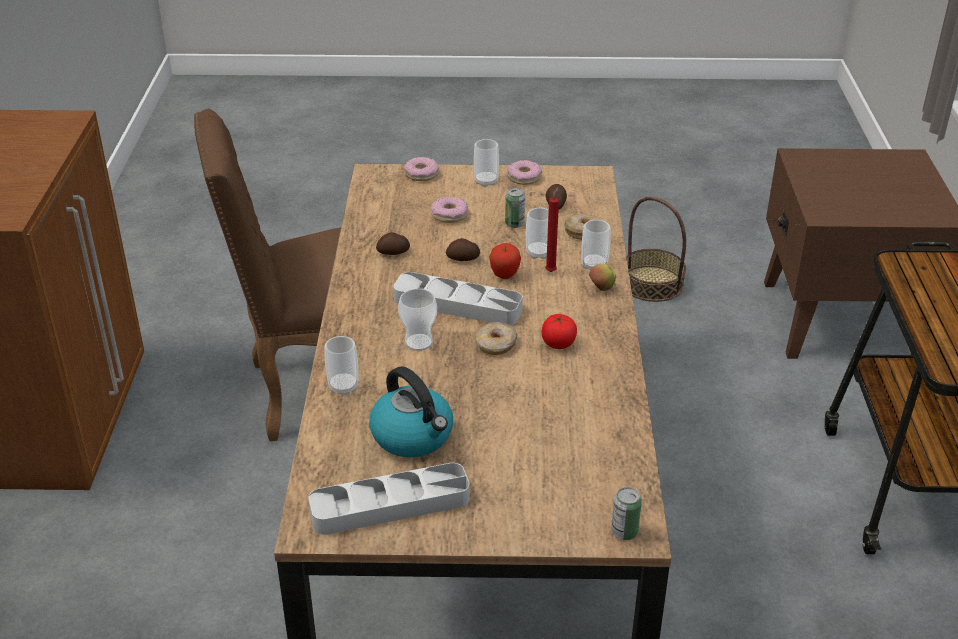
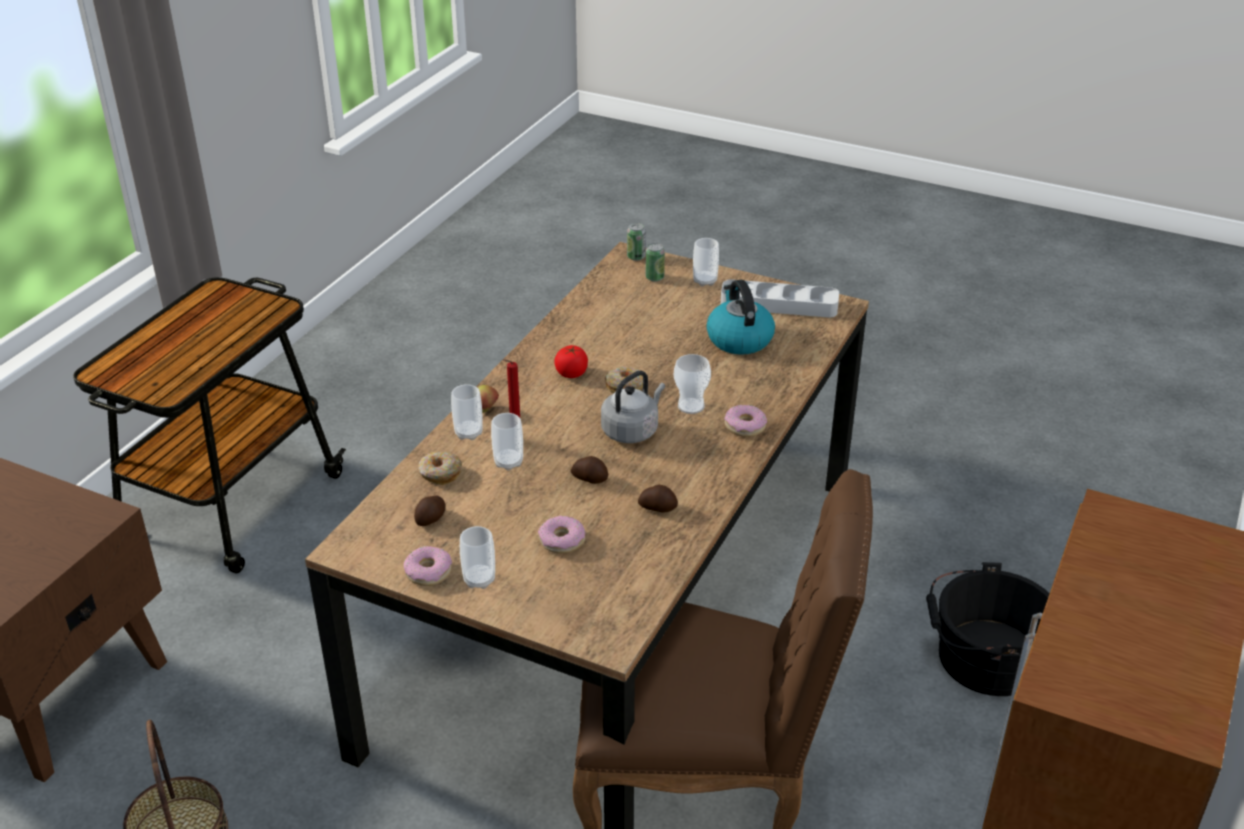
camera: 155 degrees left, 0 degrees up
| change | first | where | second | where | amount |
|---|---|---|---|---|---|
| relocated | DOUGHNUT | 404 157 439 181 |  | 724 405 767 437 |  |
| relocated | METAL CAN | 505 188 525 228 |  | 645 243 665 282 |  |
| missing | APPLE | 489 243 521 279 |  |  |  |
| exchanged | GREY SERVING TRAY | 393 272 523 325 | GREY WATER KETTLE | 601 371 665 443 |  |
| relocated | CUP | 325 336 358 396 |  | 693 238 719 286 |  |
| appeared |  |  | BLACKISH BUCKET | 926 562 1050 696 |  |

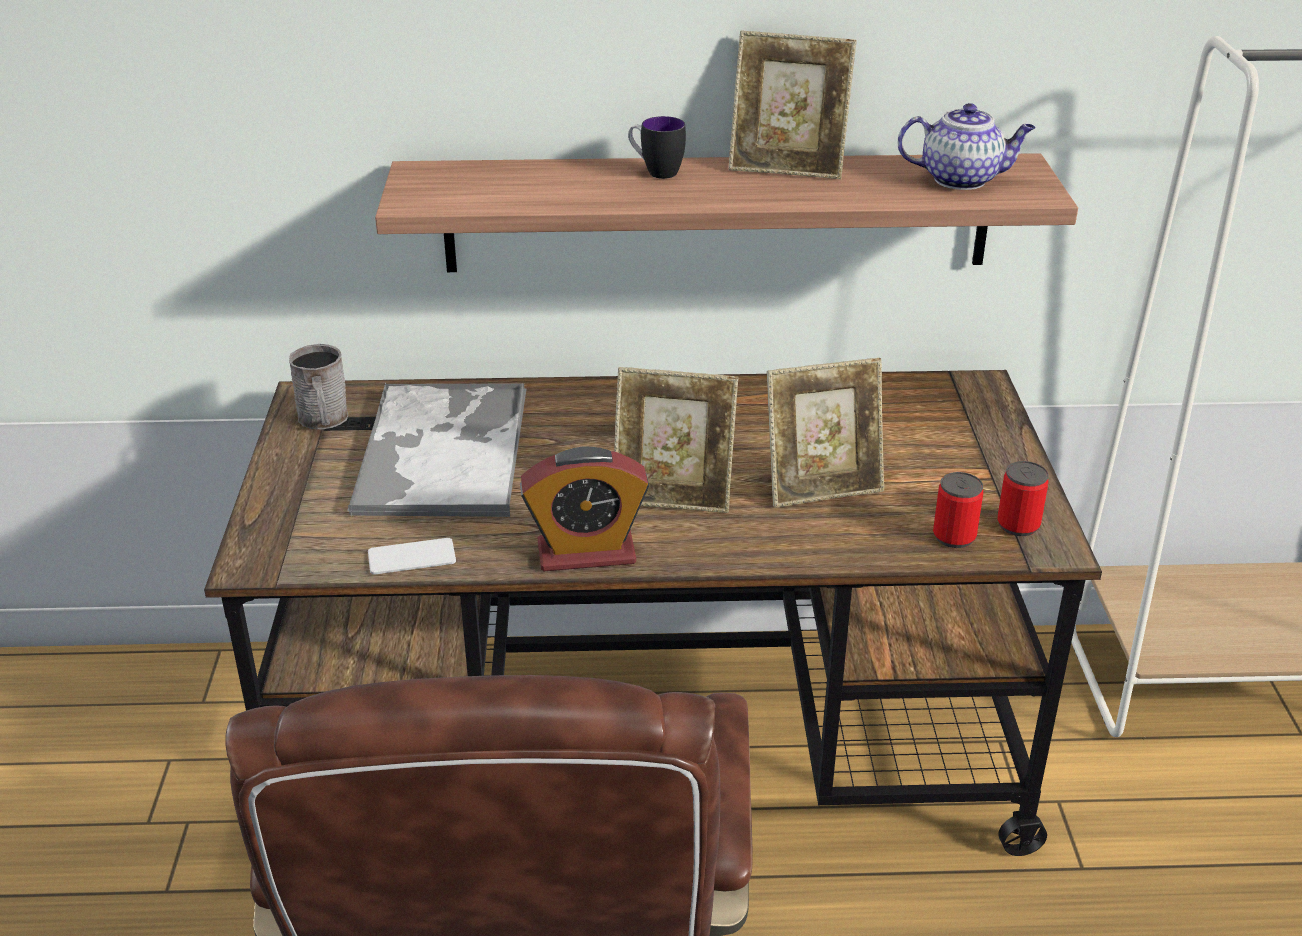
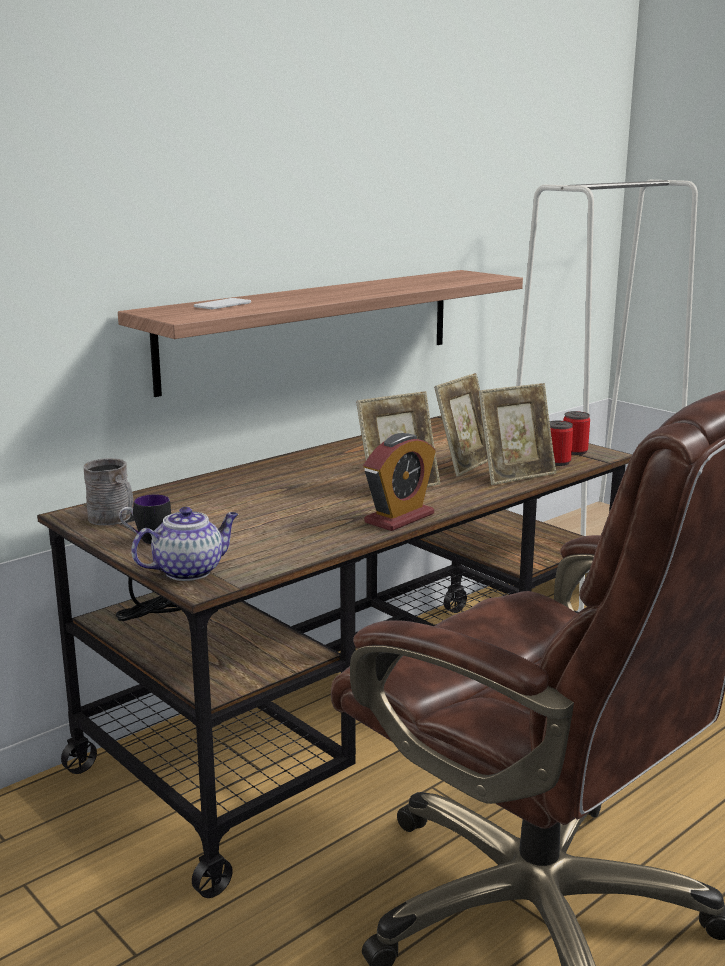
camera: 40 degrees left, 15 degrees down
| change | first | where | second | where | amount |
|---|---|---|---|---|---|
| relocated | PICTURE FRAME | 728 30 857 179 |  | 478 383 556 485 |  |
| relocated | POT FOR TEA | 898 103 1036 190 |  | 131 507 238 581 |  |
| relocated | MUG | 628 116 686 179 |  | 119 495 171 544 |  |
| missing | SERVING TRAY | 347 382 527 517 |  |  |  |
| relocated | HANDSET | 368 538 456 575 |  | 194 298 251 309 |  |

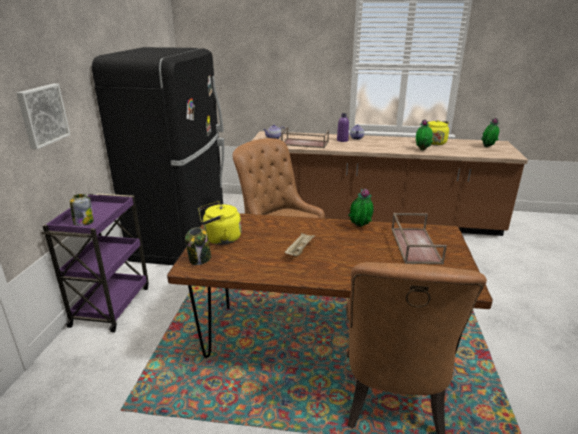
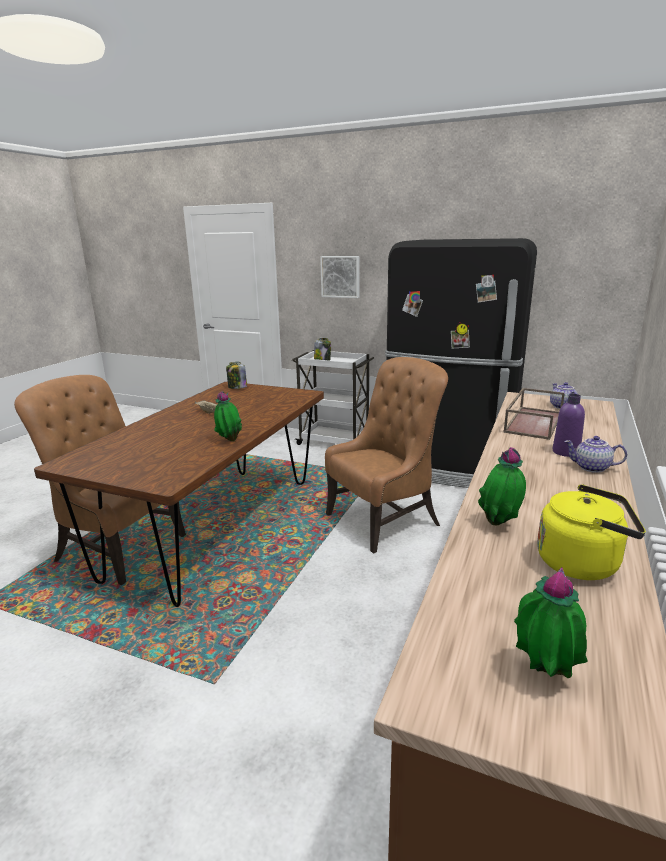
camera: 105 degrees right, 5 degrees down
| change | first | where | second | where | amount |
|---|---|---|---|---|---|
| colour | PURPLE-COLOURED TROLLEY | 41 193 149 332 | WHITE-COLOURED TROLLEY | 292 350 374 445 |  |
| missing | YELLOW-COLOURED WATER KETTLE | 198 201 241 245 |  |  |  |
| missing | BROWN SERVING TRAY | 392 213 447 265 |  |  |  |

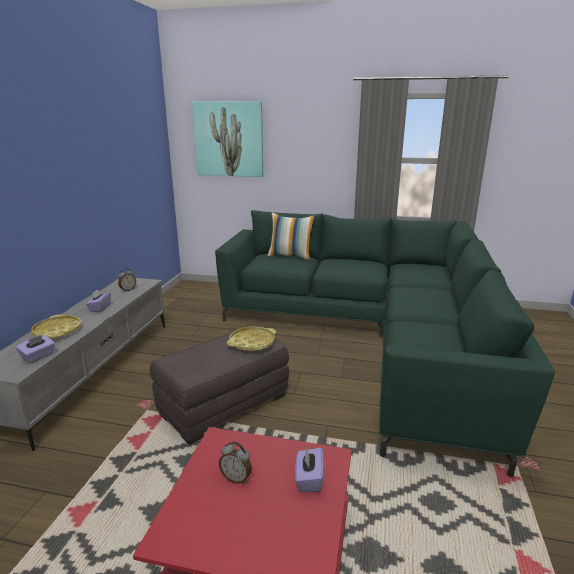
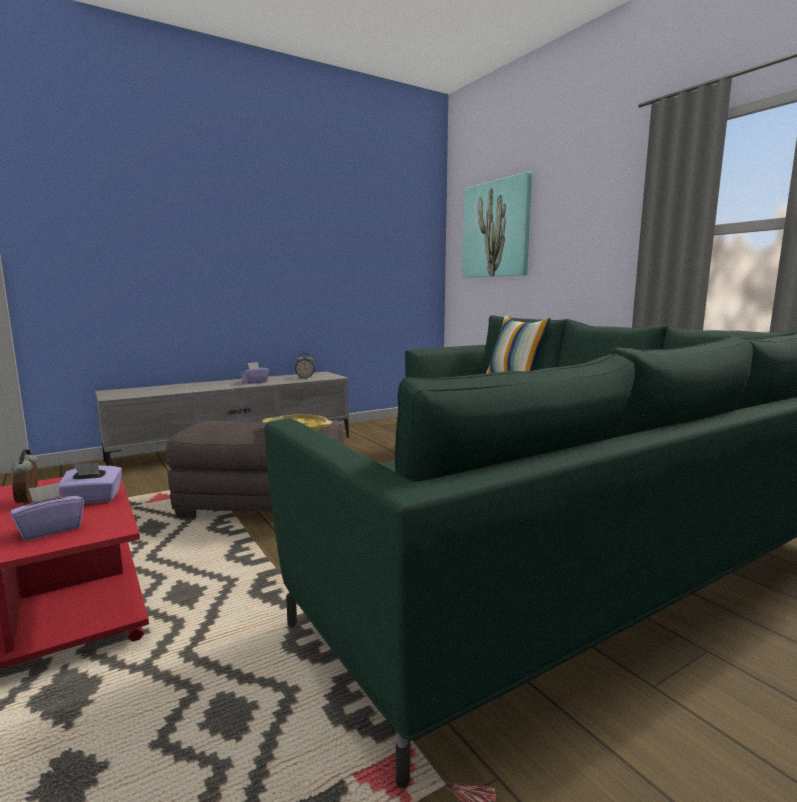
camera: 45 degrees right, 10 degrees down
| change | first | where | second | where | amount |
|---|---|---|---|---|---|
| missing | YELLOW-COLOURED SERVING TRAY | 31 314 81 338 |  |  |  |
| relocated | PURPLE-COLOURED BOX OF TISSUES | 16 335 55 363 |  | 59 463 122 504 |  |

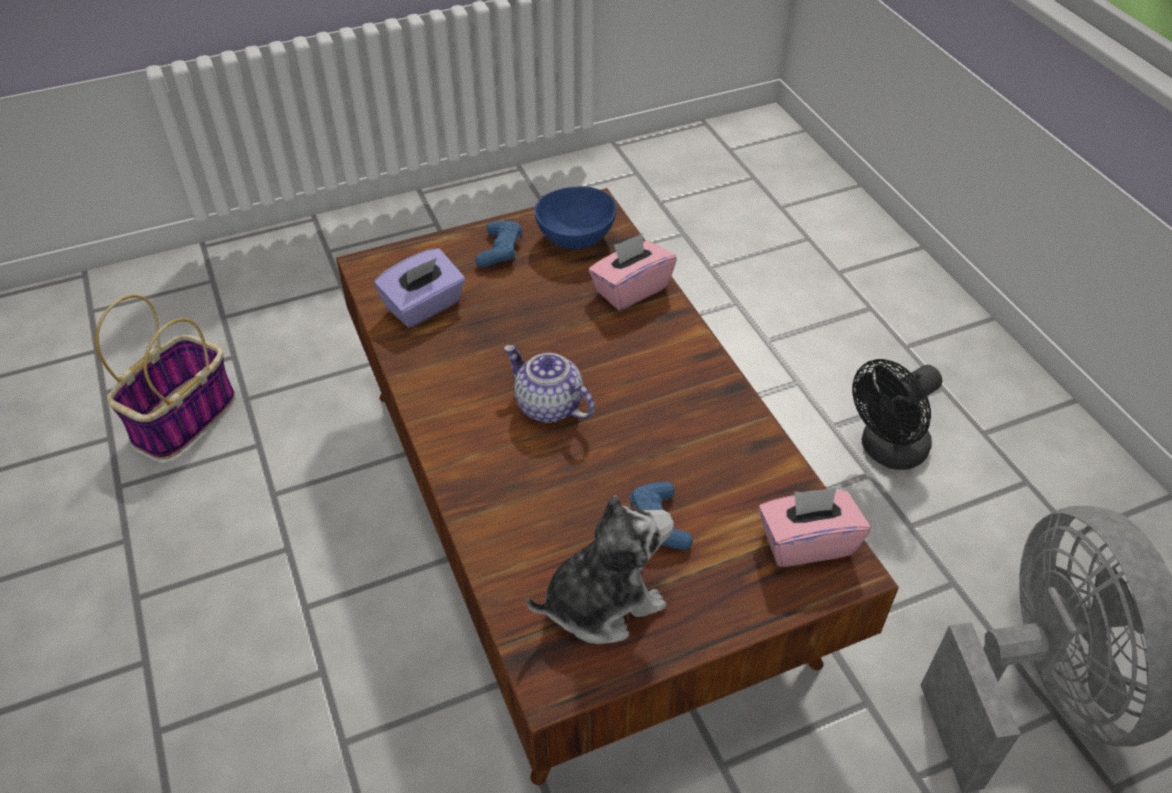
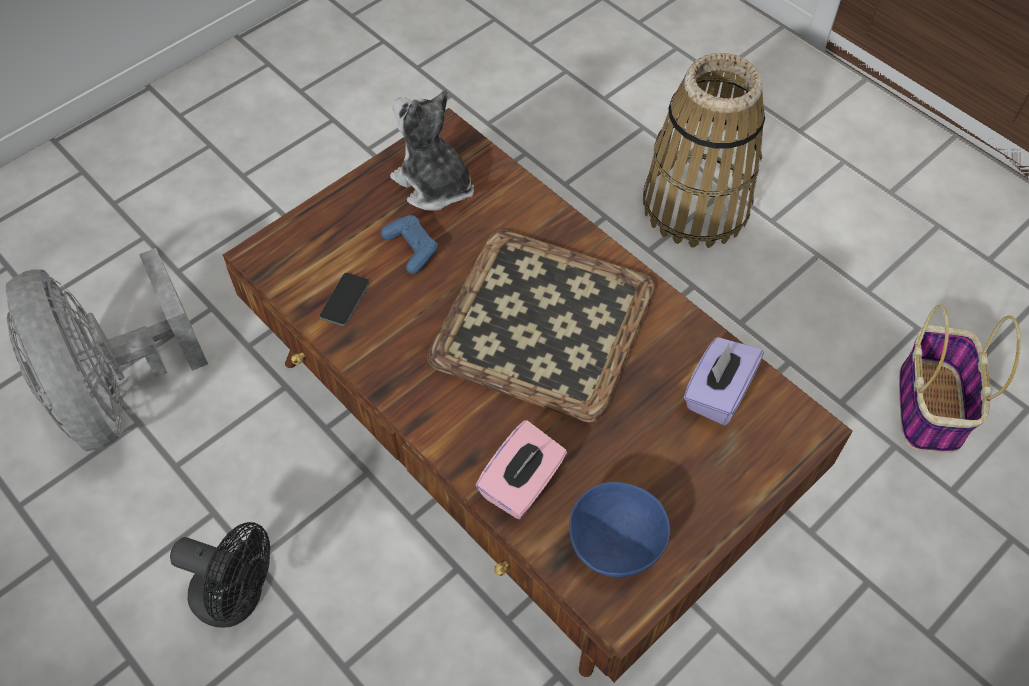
camera: 160 degrees right, 10 degrees up
| change | first | where | second | where | amount |
|---|---|---|---|---|---|
| missing | BLUE-COLOURED JOYPAD | 475 221 522 267 |  |  |  |
| exchanged | POT FOR TEA | 504 345 595 423 | SERVING TRAY | 427 230 656 423 |  |
| spun | BLACKISH ELECTRIC FAN | 852 359 942 470 |  | 170 522 270 628 | 75 degrees clockwise |
| missing | PINKISH BOX OF TISSUES | 758 488 870 567 |  |  |  |
| spun | CUDDLY TOY | 527 495 674 644 |  | 390 90 474 211 | 90 degrees clockwise |
| appeared |  |  | BASKET | 643 53 765 248 |  |
| appeared |  |  | HANDSET | 319 273 370 326 |  |

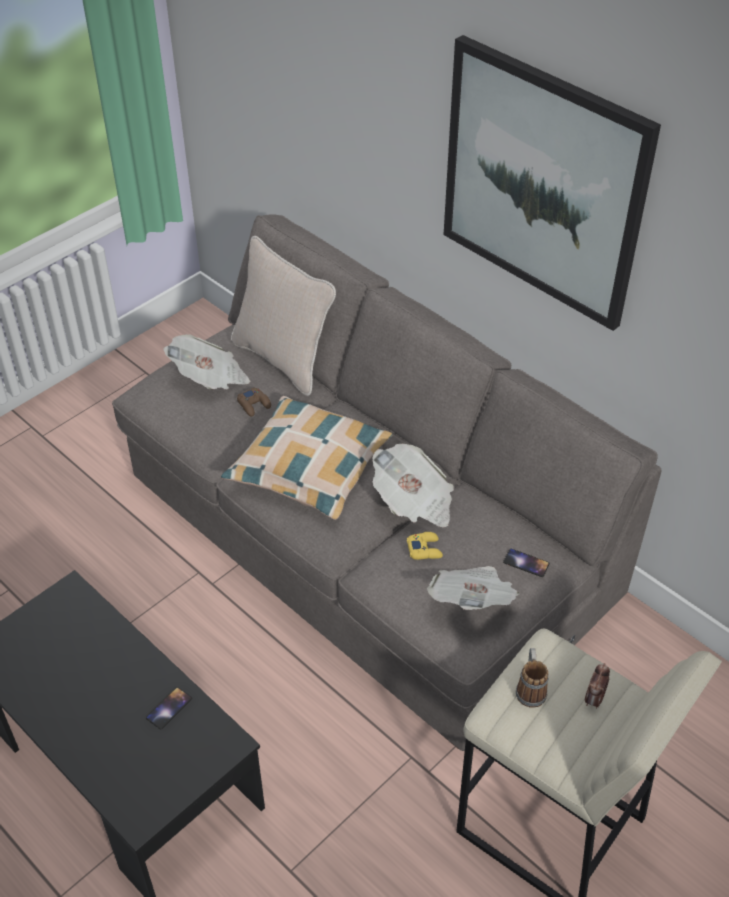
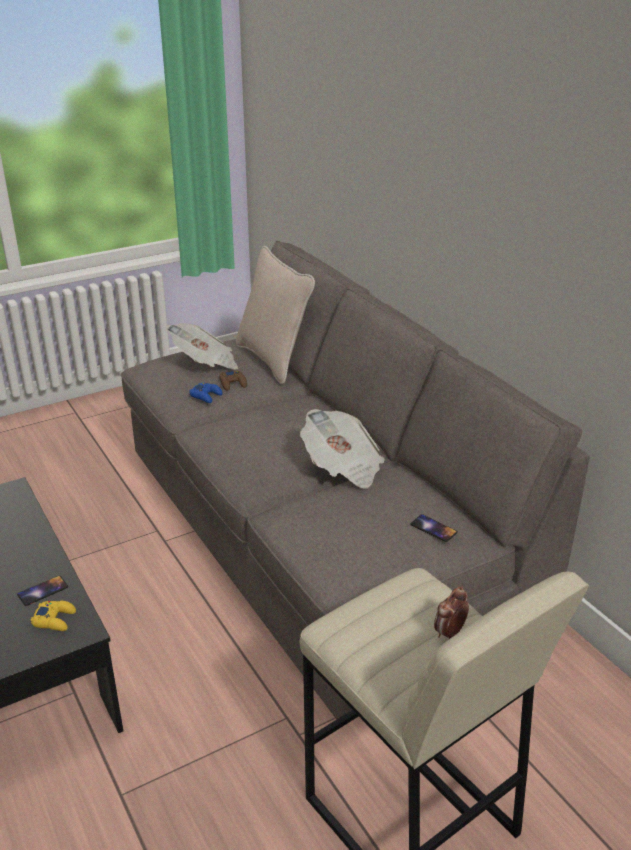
camera: 15 degrees right, 15 degrees down
| change | first | where | second | where | amount |
|---|---|---|---|---|---|
| missing | WALL PICTURE | 444 35 661 331 |  |  |  |
| missing | THROW PILLOW | 221 396 392 520 |  |  |  |
| relocated | YELLOW-COLOURED JOYPAD | 407 532 443 560 |  | 31 601 76 631 |  |
| missing | PRINTED PAPER | 427 566 519 610 |  |  |  |
| missing | MUG | 516 648 549 708 |  |  |  |
| appeared |  |  | BLUE-COLOURED JOYPAD | 189 383 223 403 |  |

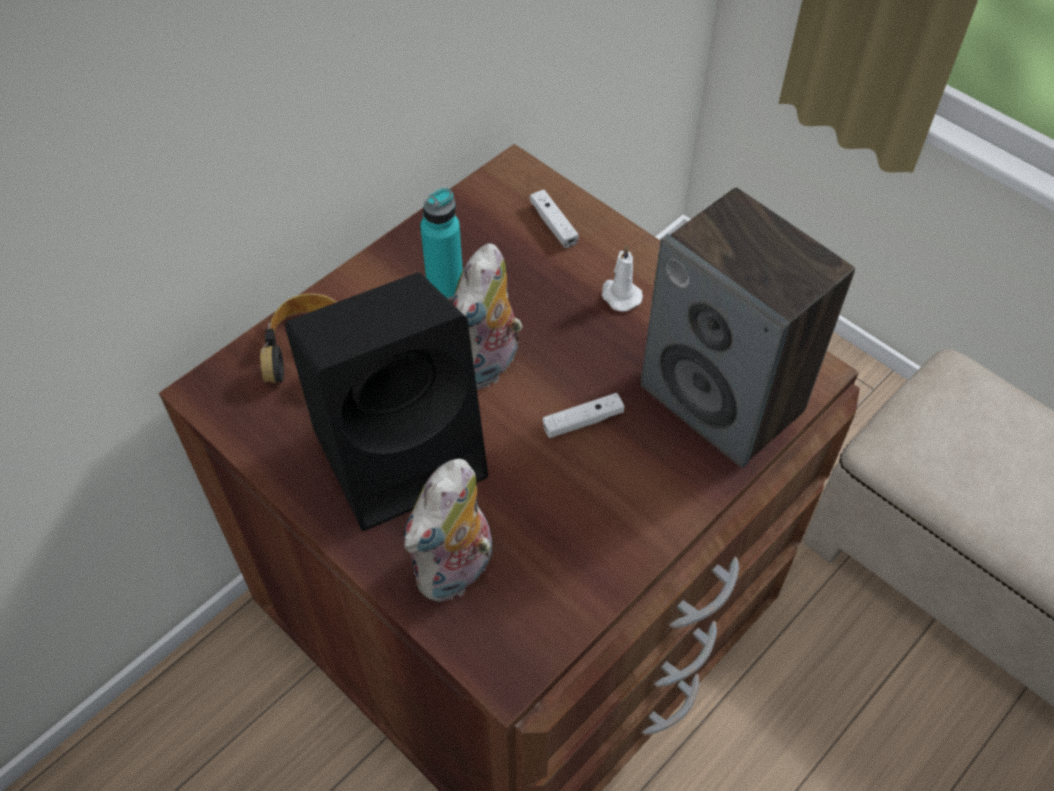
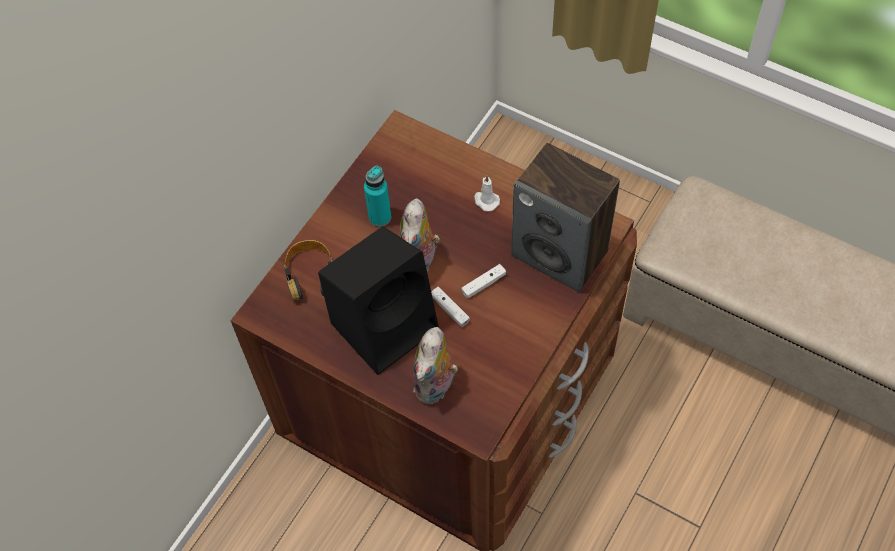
camera: 10 degrees left, 5 degrees up
| change | first | where | second | where | amount |
|---|---|---|---|---|---|
| relocated | WHITE-COLOURED JOYPAD | 530 190 579 248 |  | 431 286 470 327 |  |

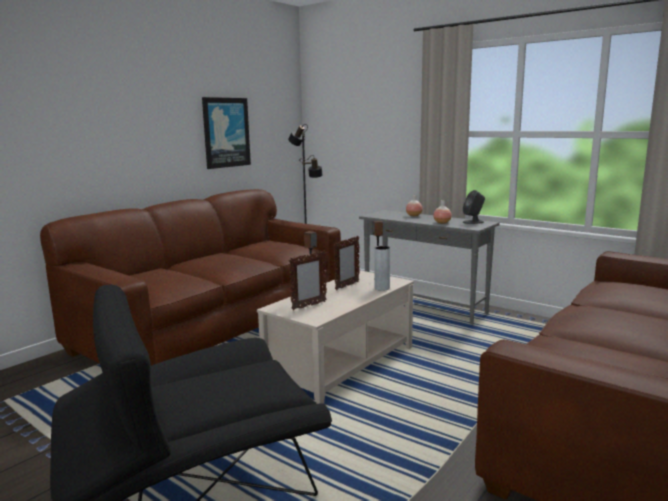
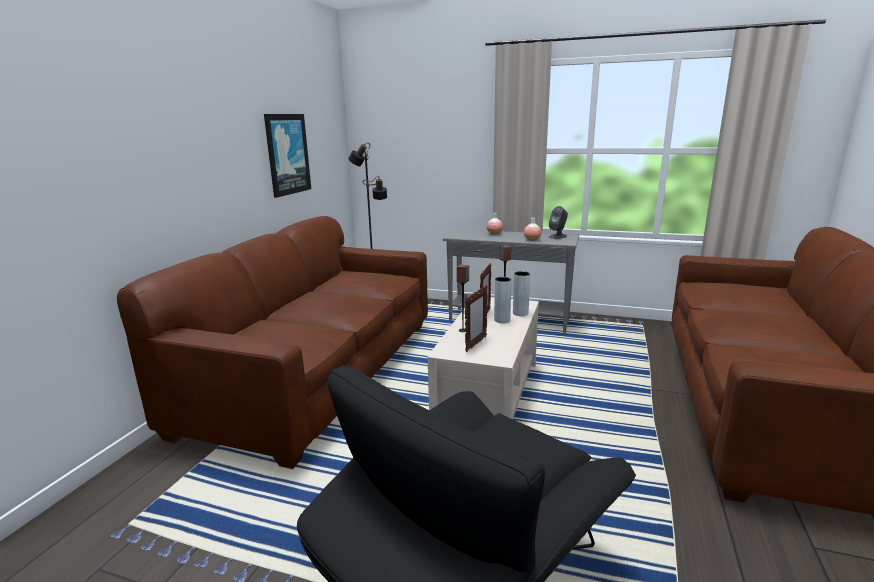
camera: 20 degrees left, 5 degrees up
| change | first | where | second | where | amount |
|---|---|---|---|---|---|
| appeared |  |  | GREY DECORATIVE VASE | 494 277 511 323 |  |

